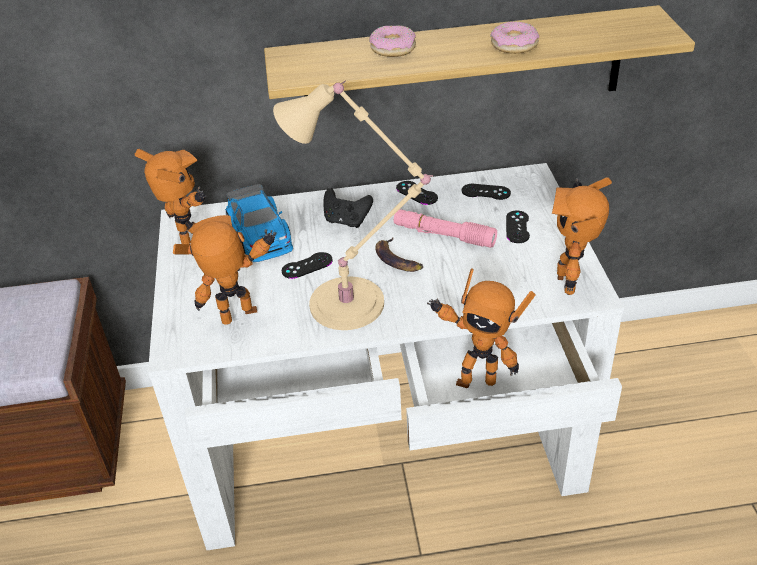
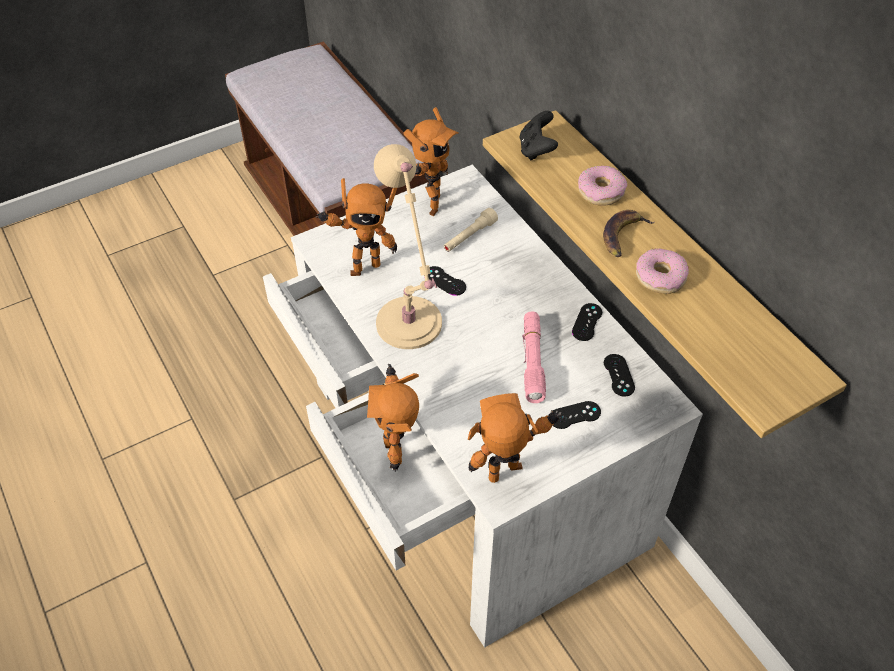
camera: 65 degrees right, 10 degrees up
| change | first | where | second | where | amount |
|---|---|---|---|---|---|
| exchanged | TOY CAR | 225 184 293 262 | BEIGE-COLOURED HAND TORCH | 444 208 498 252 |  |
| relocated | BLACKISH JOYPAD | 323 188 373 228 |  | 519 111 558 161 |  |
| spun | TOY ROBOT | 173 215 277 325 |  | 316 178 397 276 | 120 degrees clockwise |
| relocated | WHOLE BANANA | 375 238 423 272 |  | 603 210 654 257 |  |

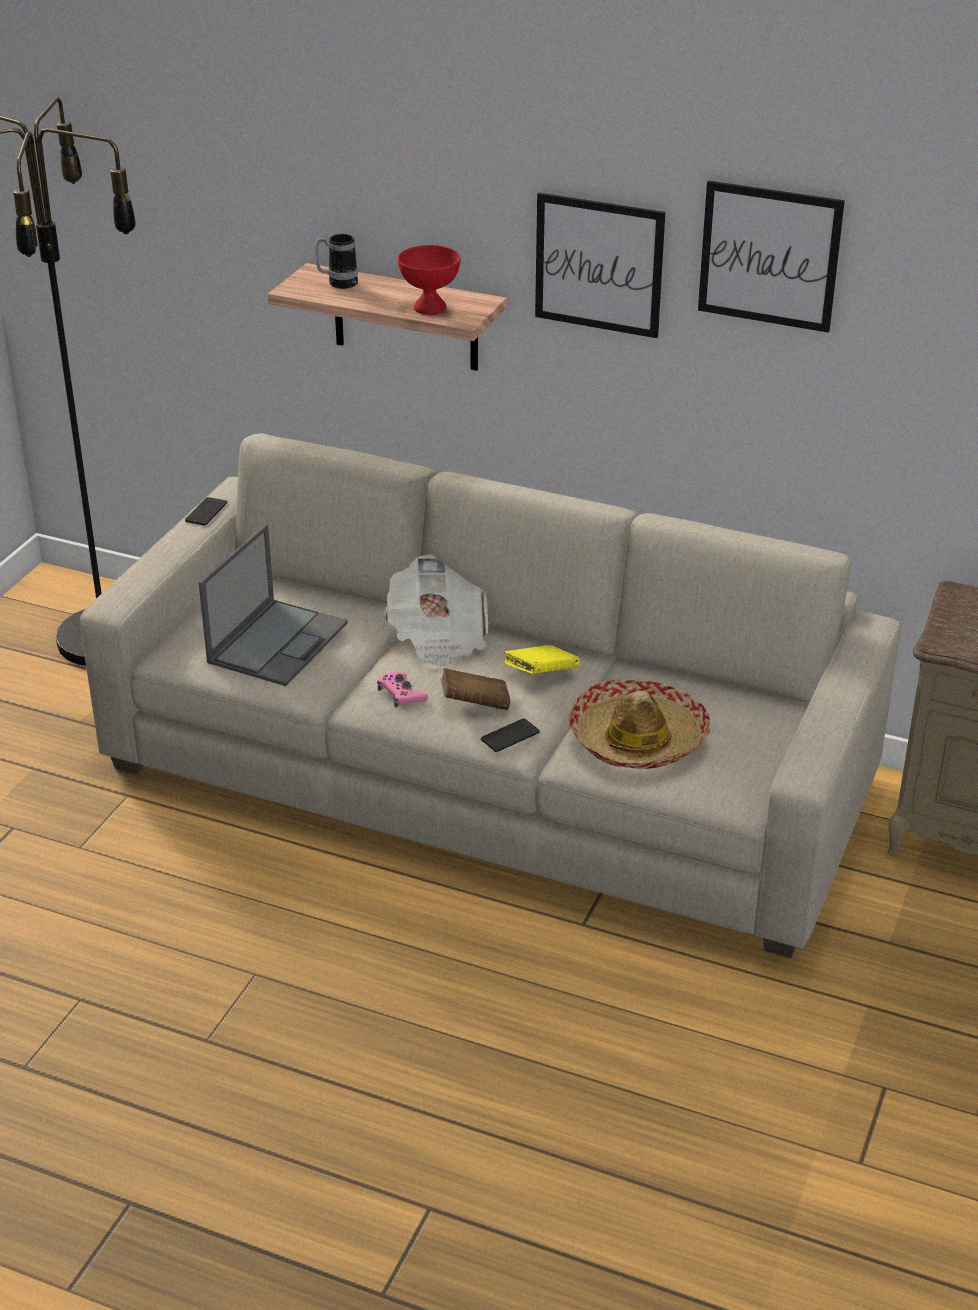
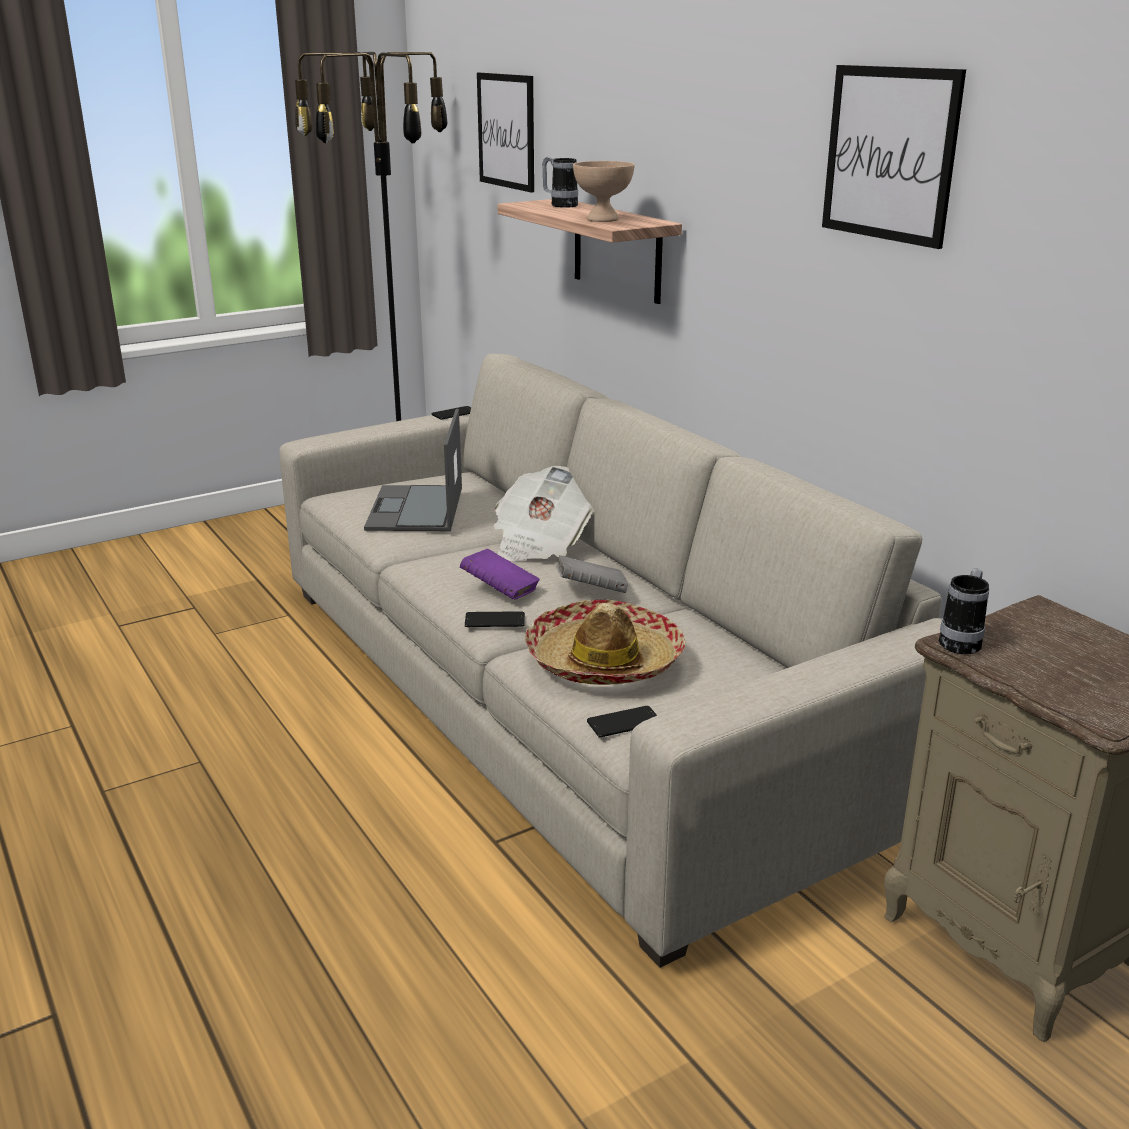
camera: 35 degrees right, 10 degrees down
| change | first | where | second | where | amount |
|---|---|---|---|---|---|
| relocated | WALL PICTURE | 535 193 665 338 |  | 477 73 534 193 |  |
| colour | RED-COLOURED SERVING BOWL | 398 245 461 315 | BEIGE-COLOURED SERVING BOWL | 573 161 635 222 |  |
| spun | LAPTOP | 199 524 348 686 |  | 364 409 462 531 | 120 degrees clockwise |
| colour | YELLOW-COLOURED VOLUME | 504 645 580 674 | GREY VOLUME | 556 555 628 593 |  |
| colour | BROWN VOLUME | 440 668 511 710 | PURPLE-COLOURED VOLUME | 460 549 540 600 |  |
| missing | PINKISH JOYPAD | 377 672 428 707 |  |  |  |
| appeared |  |  | MUG | 939 568 989 654 |  |
| appeared |  |  | HANDSET | 587 706 657 737 |  |

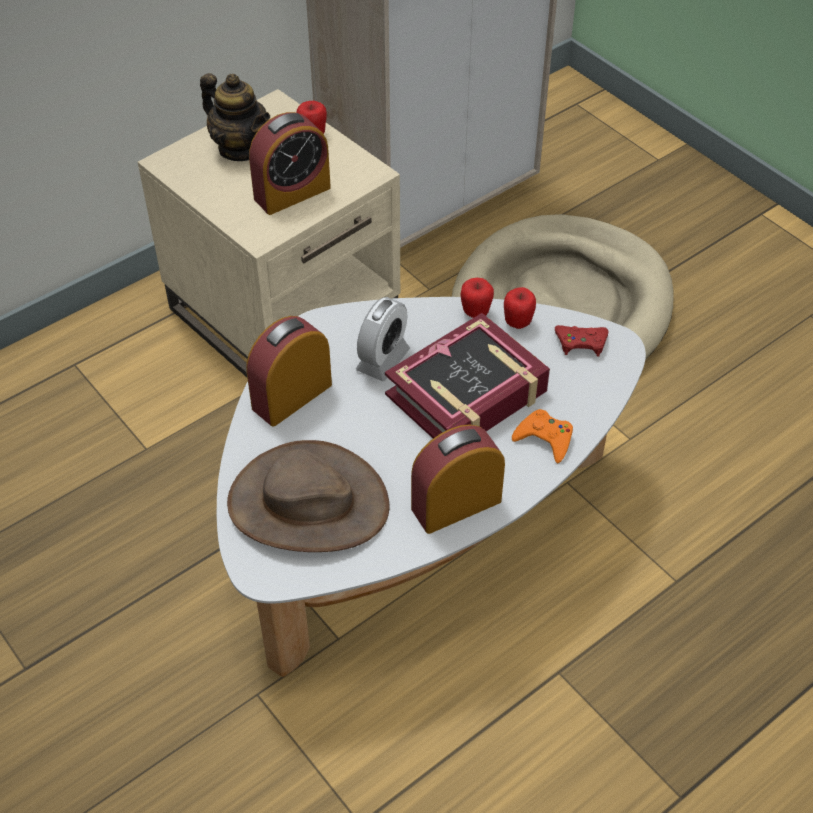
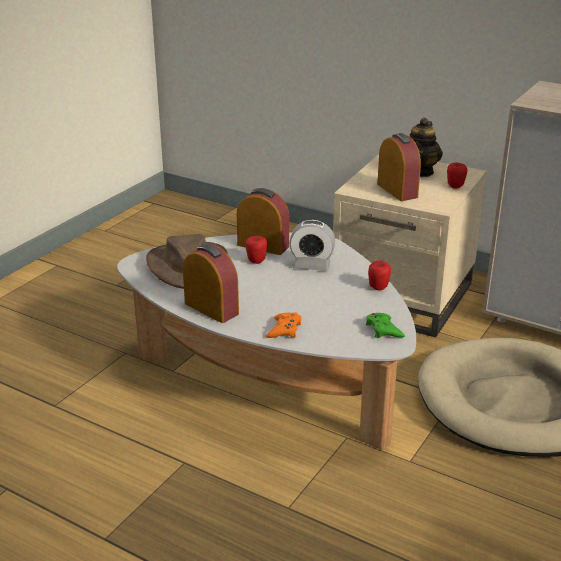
camera: 70 degrees right, 20 degrees down
| change | first | where | second | where | amount |
|---|---|---|---|---|---|
| spun | TABLE CLOCK | 249 112 331 215 |  | 377 133 421 201 | 150 degrees counterclockwise |
| relocated | APPLE | 504 287 536 329 |  | 245 236 267 264 |  |
| missing | VOLUME | 385 313 550 438 |  |  |  |
| colour | RED-COLOURED JOYPAD | 555 325 609 356 | GREENISH JOYPAD | 366 313 405 338 |  |

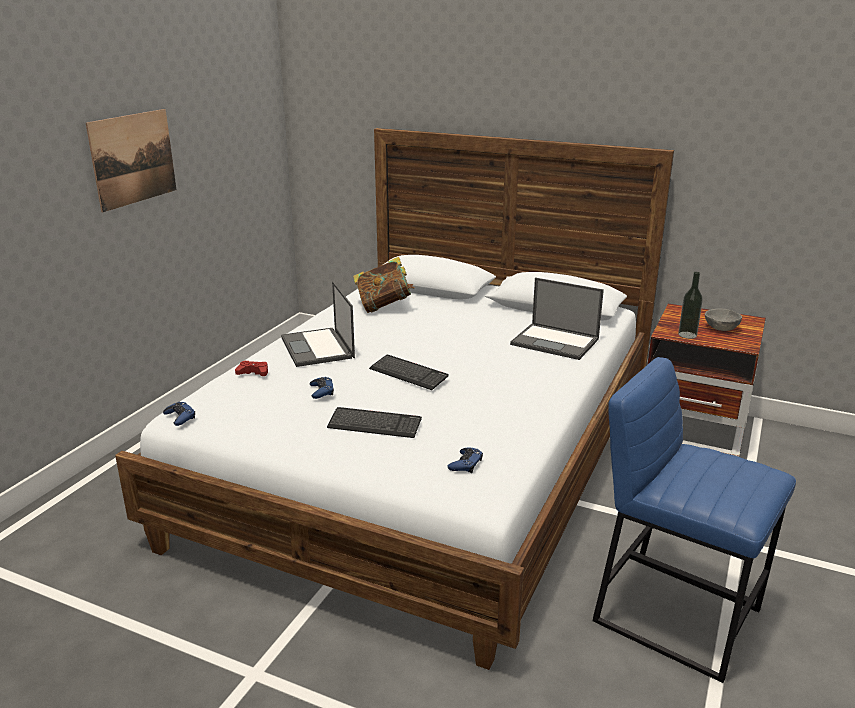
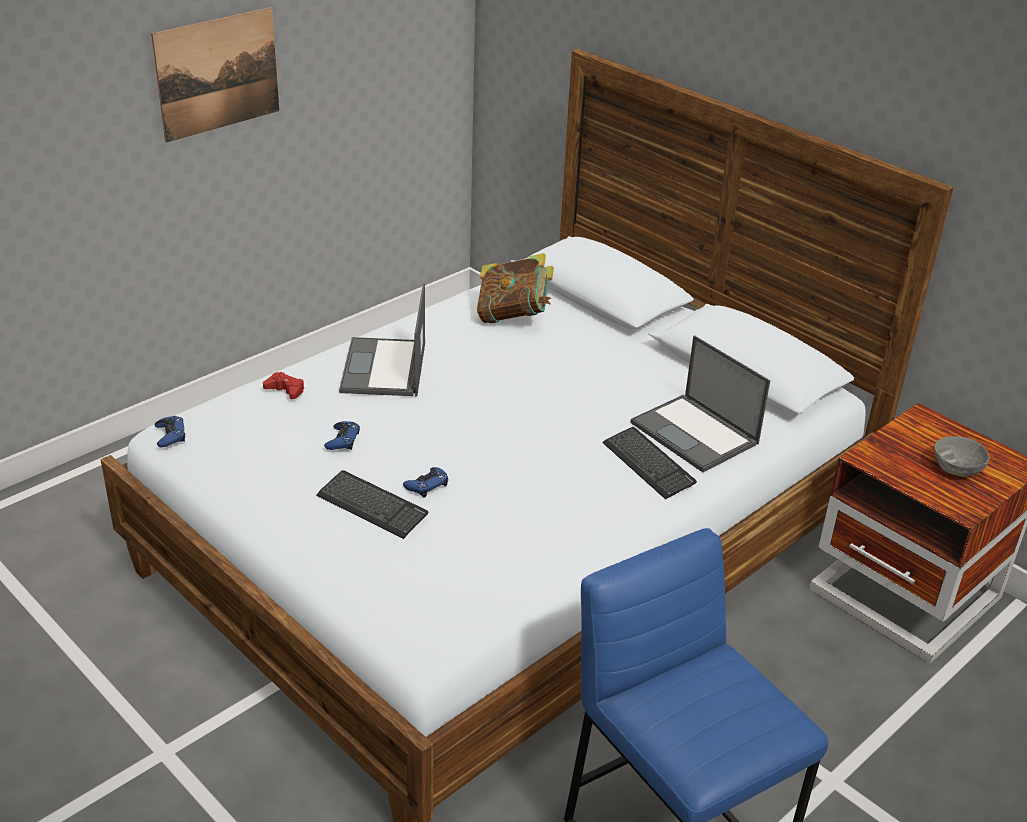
camera: 20 degrees right, 10 degrees up
| change | first | where | second | where | amount |
|---|---|---|---|---|---|
| missing | DRINK BOTTLE | 678 272 703 339 |  |  |  |
| relocated | COMPUTER KEYBOARD | 369 355 449 390 |  | 603 427 697 499 |  |
| relocated | BLUE-COLOURED JOYPAD | 447 448 483 473 |  | 403 467 448 498 |  |

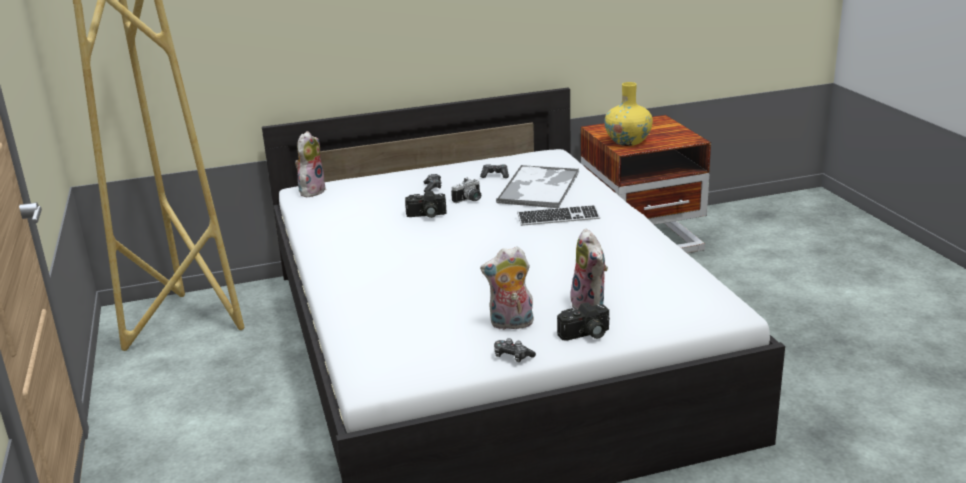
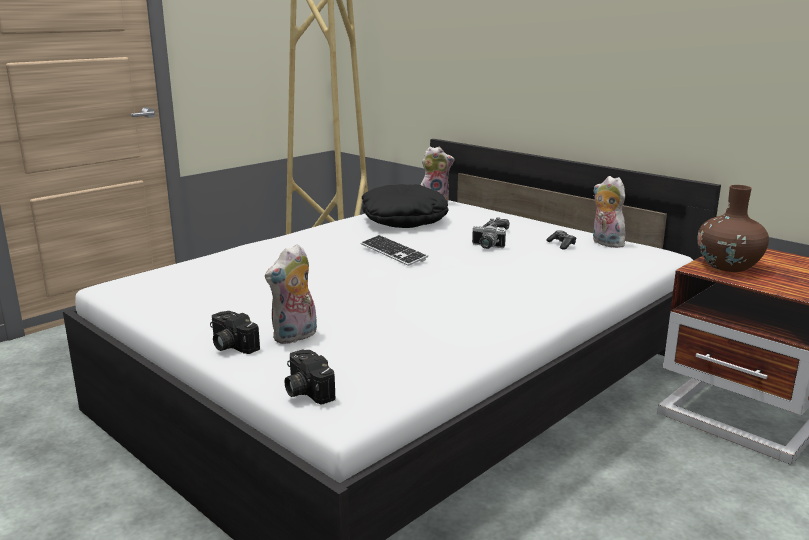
camera: 60 degrees right, 5 degrees down
| change | first | where | second | where | amount |
|---|---|---|---|---|---|
| colour | YELLOW-COLOURED DECORATIVE VASE | 604 82 653 146 | BROWN DECORATIVE VASE | 698 185 769 272 |  |
| missing | SERVING TRAY | 496 165 580 208 |  |  |  |
| relocated | PHOTO CAMERA | 405 191 447 218 |  | 285 349 335 405 |  |
| relocated | COMPUTER KEYBOARD | 517 205 600 226 |  | 361 235 428 266 |  |
| relocated | CUDDLY TOY | 480 246 534 330 |  | 593 176 626 248 |  |
| missing | JOYPAD | 494 338 536 362 |  |  |  |
| appeared |  |  | BLACKISH THROW PILLOW | 362 184 448 228 |  |

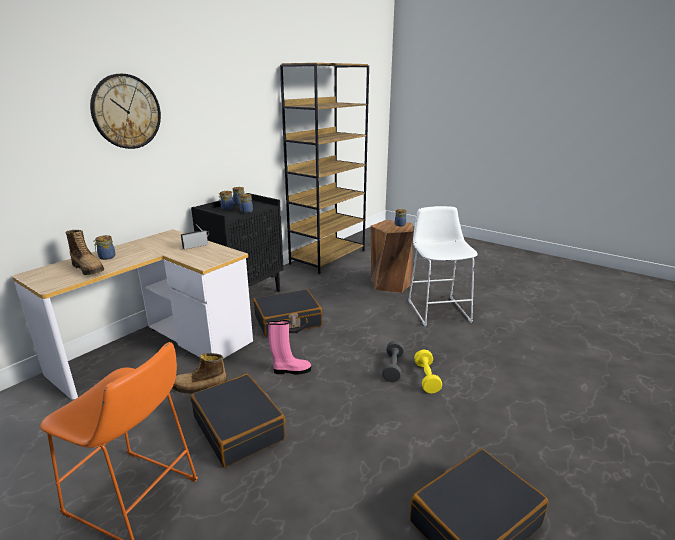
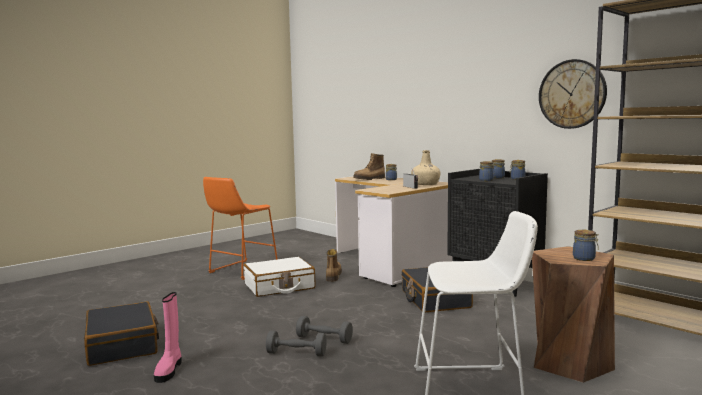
camera: 100 degrees right, 15 degrees down
| change | first | where | second | where | amount |
|---|---|---|---|---|---|
| relocated | CLOCK ON THE WALL | 90 74 161 149 |  | 539 59 607 129 |  |
| relocated | PINKISH HIGH-TOP BOOT | 268 320 311 375 |  | 154 292 181 383 |  |
| colour | YELLOW-COLOURED DUMBBELL | 414 350 442 394 | GREY DUMBBELL | 266 330 327 356 |  |
| colour | BLACKISH TRAVEL CASE | 191 374 285 467 | WHITE-COLOURED TRAVEL CASE | 244 257 316 297 |  |
| appeared |  |  | BEIGE-COLOURED DRINK BOTTLE | 411 150 441 185 |  |

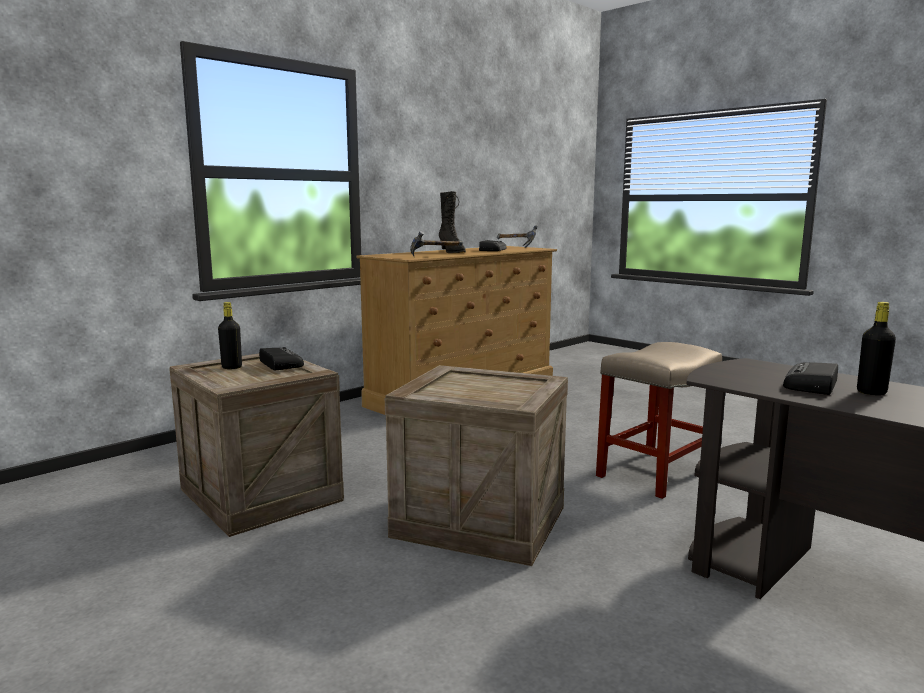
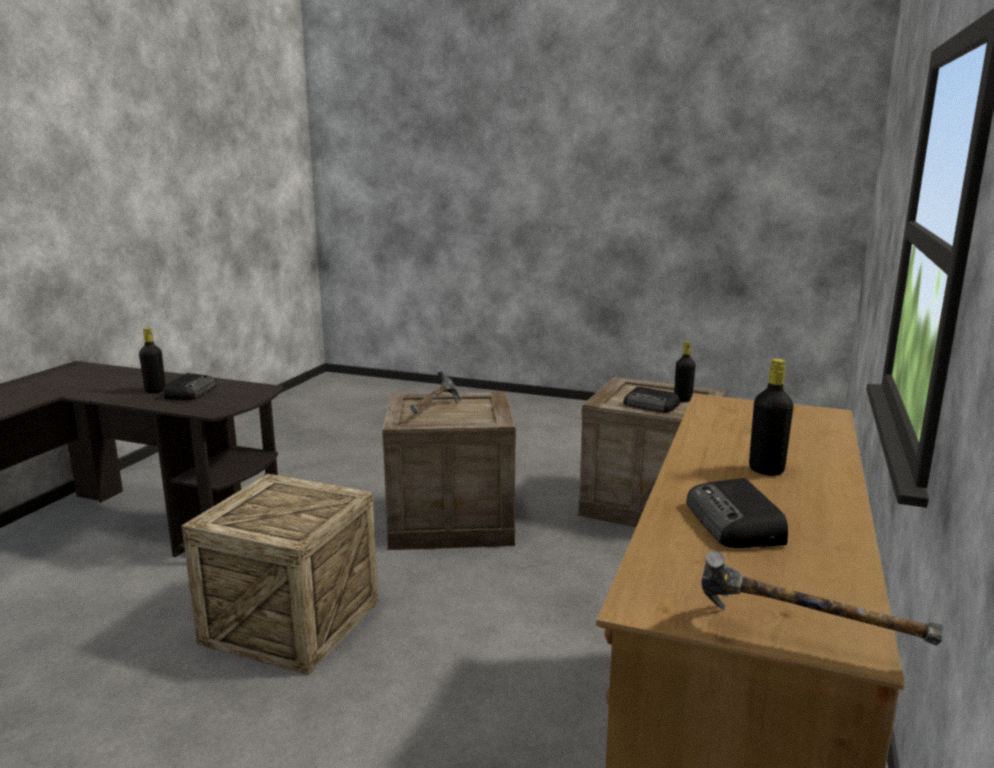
camera: 155 degrees right, 5 degrees up
| change | first | where | second | where | amount |
|---|---|---|---|---|---|
| exchanged | BLACKISH HIGH-TOP BOOT | 439 191 466 253 | BLACKISH DRINK BOTTLE | 749 359 794 475 |  |
| relocated | HAMMER | 410 231 463 256 |  | 410 370 461 414 |  |
| exchanged | BEIGE-COLOURED STOOL SEAT | 596 342 722 499 | PACKING CRATE | 182 474 378 675 |  |

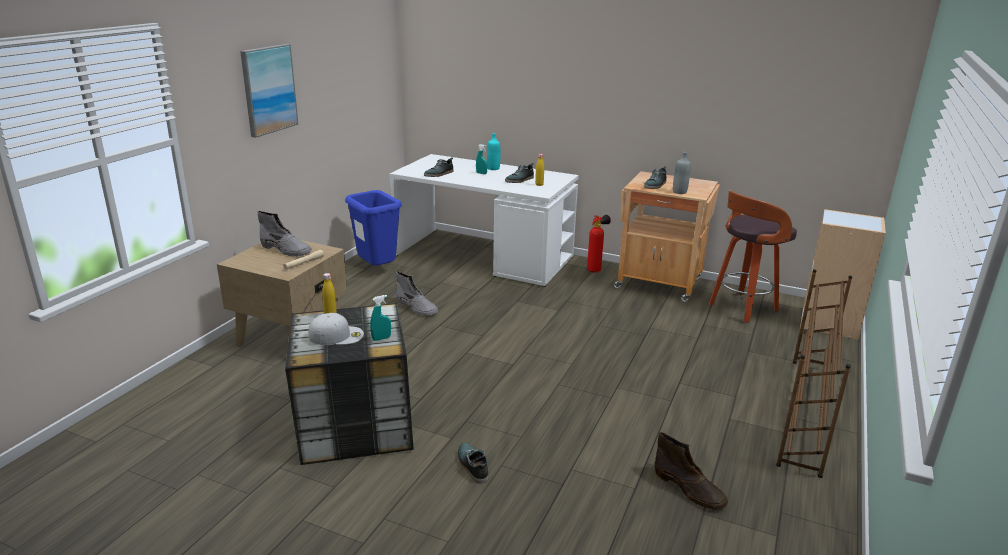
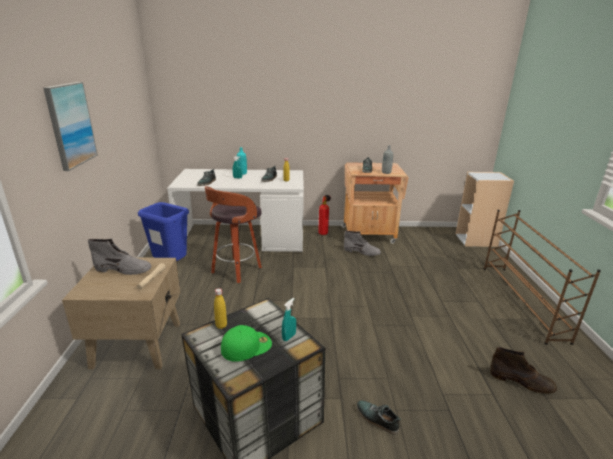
camera: 25 degrees left, 0 degrees up
| change | first | where | second | where | amount |
|---|---|---|---|---|---|
| relocated | STOOL SEAT | 709 190 797 323 |  | 205 186 262 283 |  |
| relocated | GREY HIGH-TOP BOOT | 396 271 438 316 |  | 344 231 381 256 |  |
| colour | WHITE-COLOURED CAP | 309 313 364 345 | GREENISH CAP | 221 325 272 362 |  |

